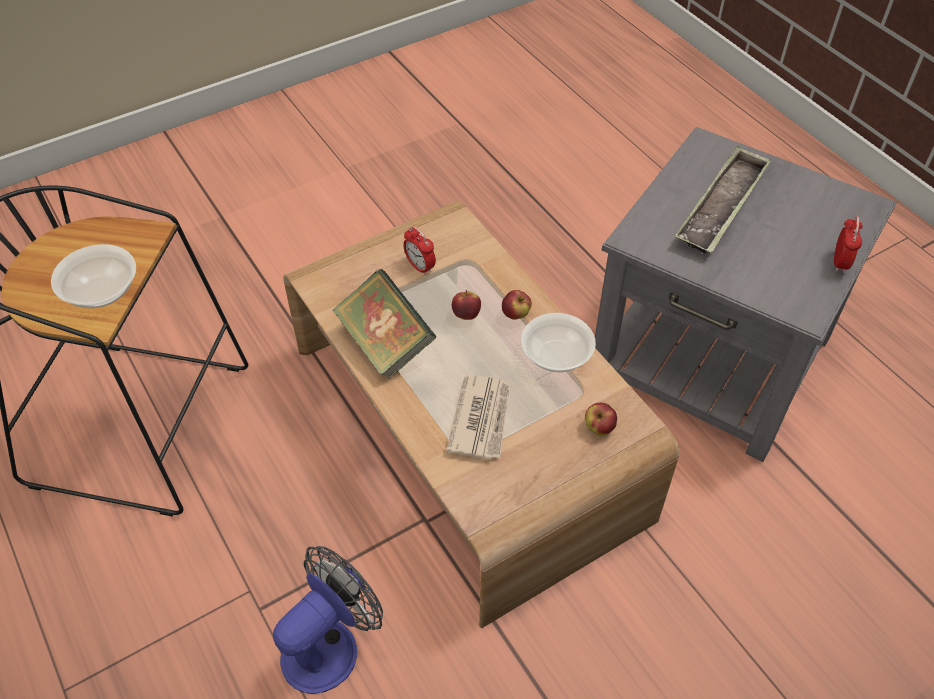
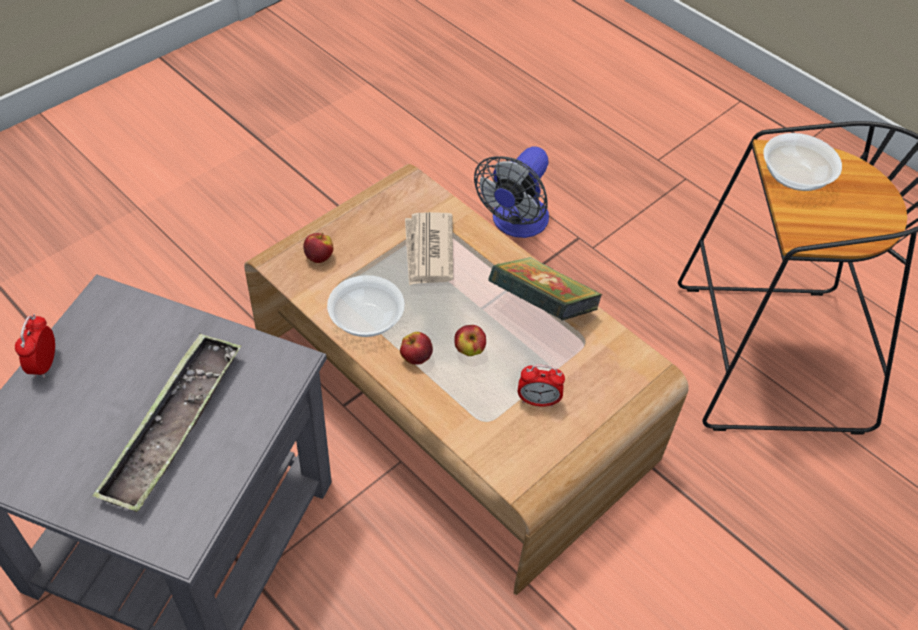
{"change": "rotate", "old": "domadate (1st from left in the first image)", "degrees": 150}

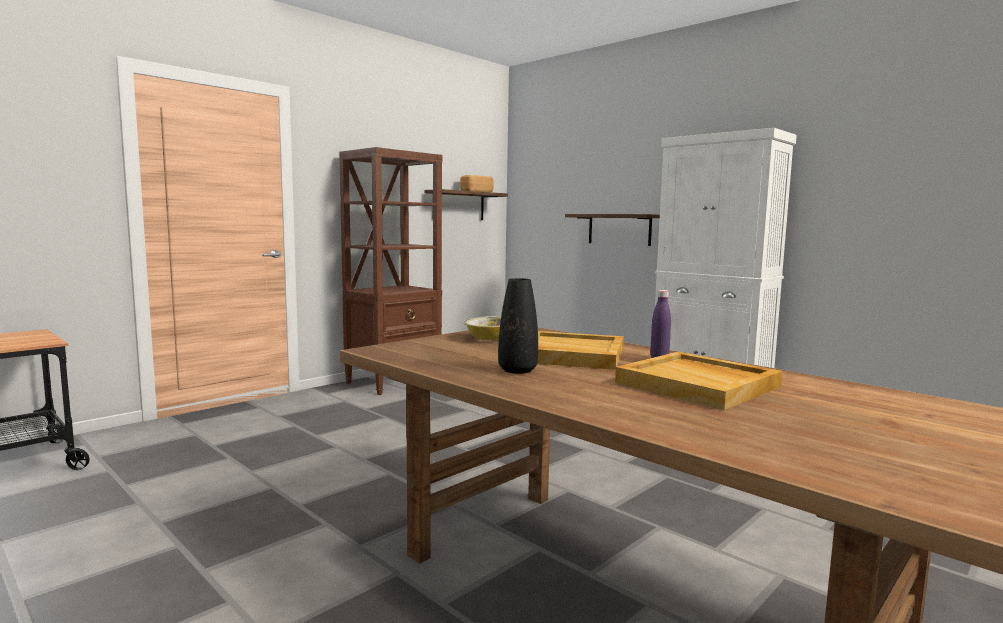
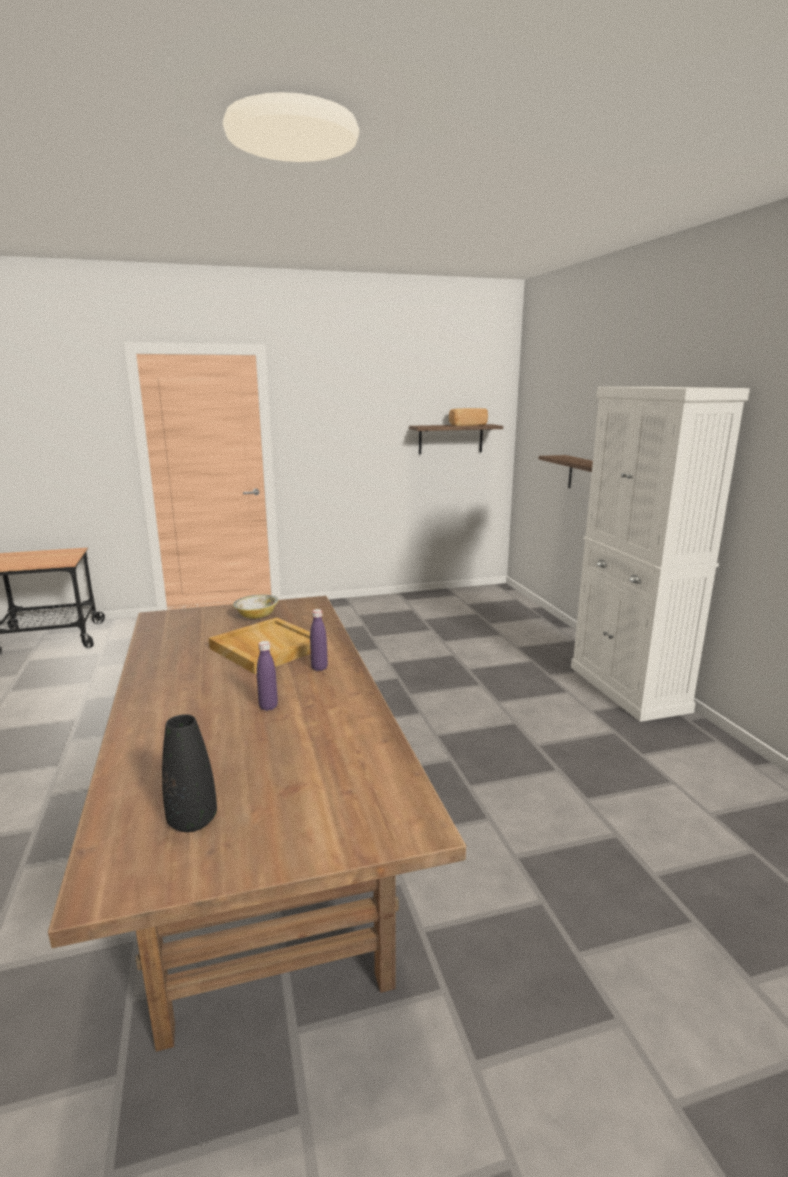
{"change": "move", "old": "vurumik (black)"}
{"change": "replace", "old": "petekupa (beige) (2nd from left)", "new": "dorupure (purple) (1st from left)"}
{"change": "delete", "old": "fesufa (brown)"}

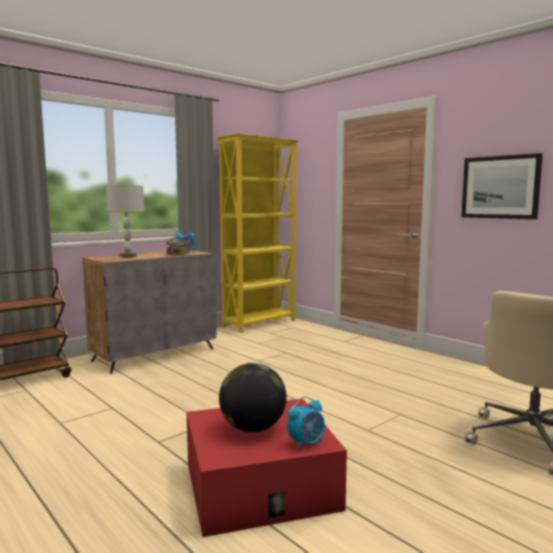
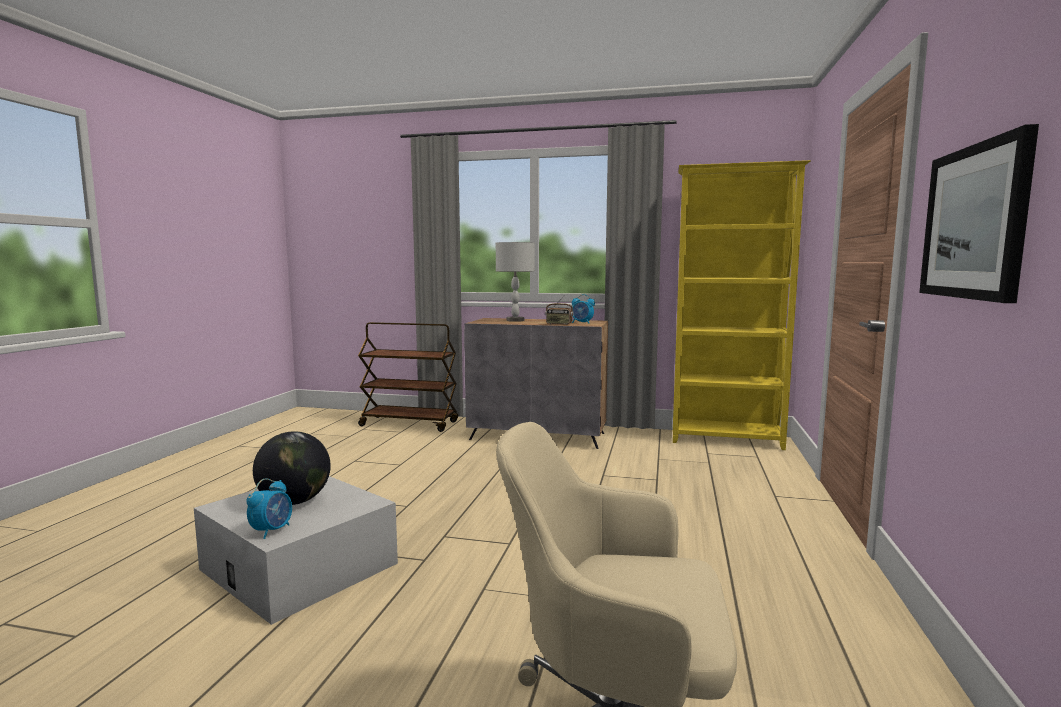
{"change": "recolor", "old": "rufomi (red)", "new": "rufomi (white)"}
{"change": "rotate", "old": "domadate (2nd from left in the first image)", "degrees": -90}

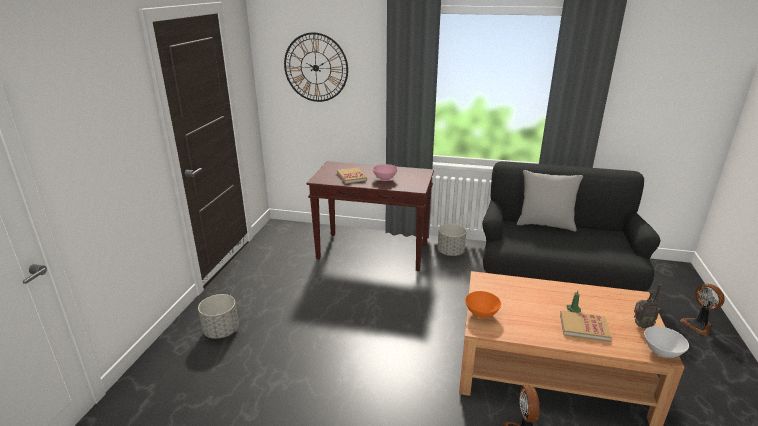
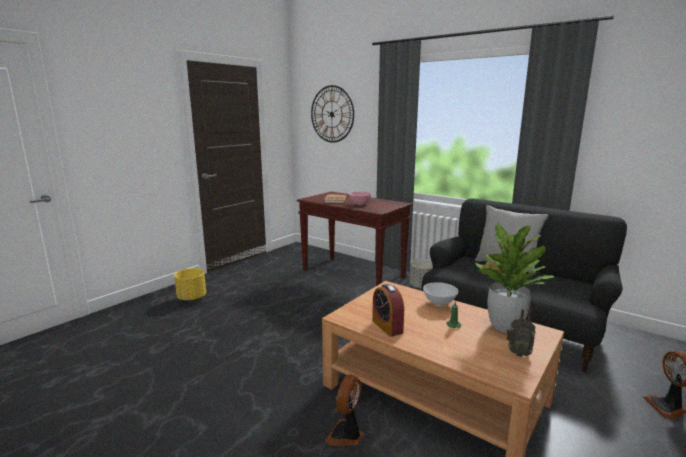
{"change": "recolor", "old": "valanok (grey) (1st from left)", "new": "valanok (yellow)"}
{"change": "insert", "new": "domadate"}
{"change": "move", "old": "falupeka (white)"}
{"change": "insert", "new": "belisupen"}
{"change": "delete", "old": "falupeka (orange)"}
{"change": "delete", "old": "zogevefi (2nd from left)"}

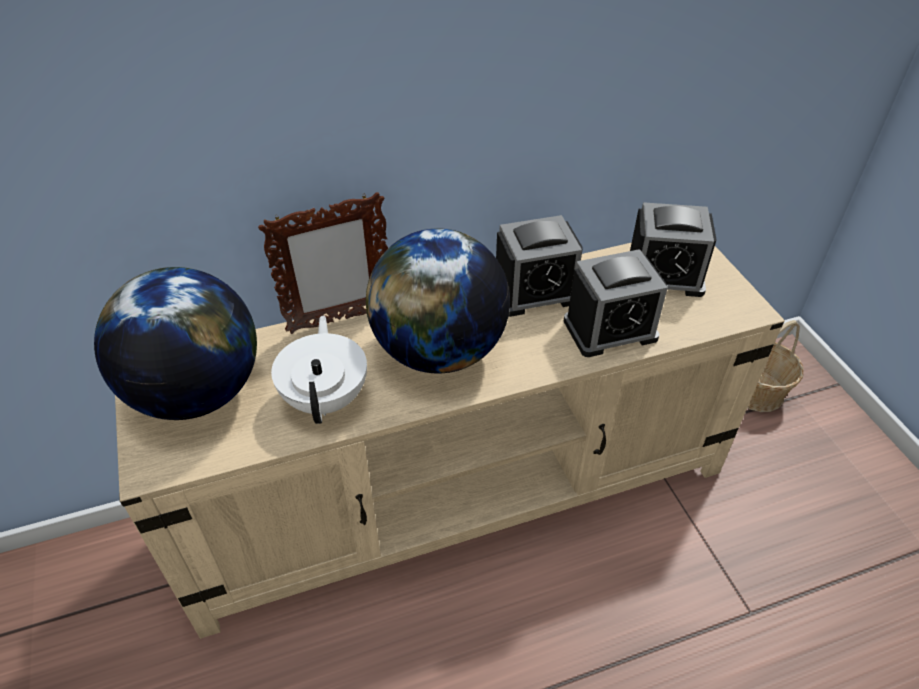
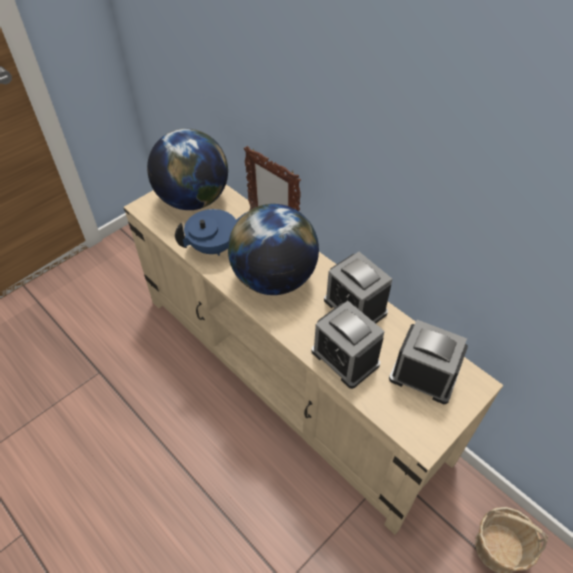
{"change": "recolor", "old": "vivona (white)", "new": "vivona (blue)"}
{"change": "rotate", "old": "domadate (3rd from left)", "degrees": 135}

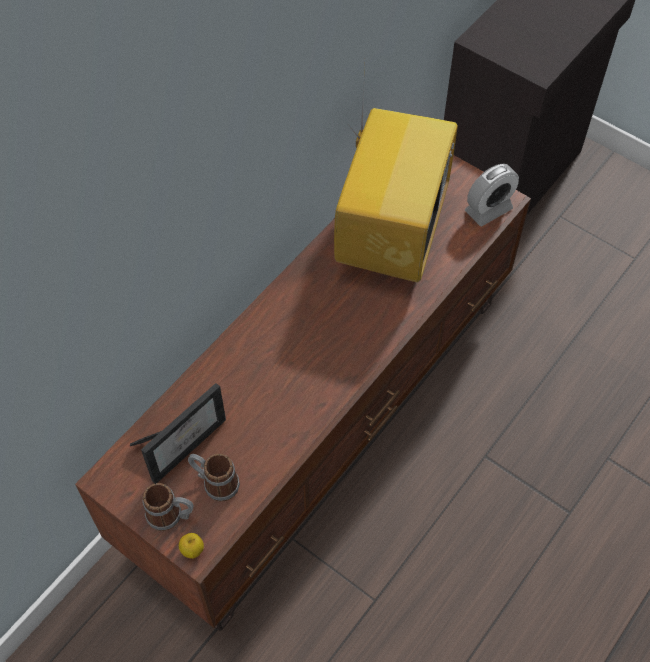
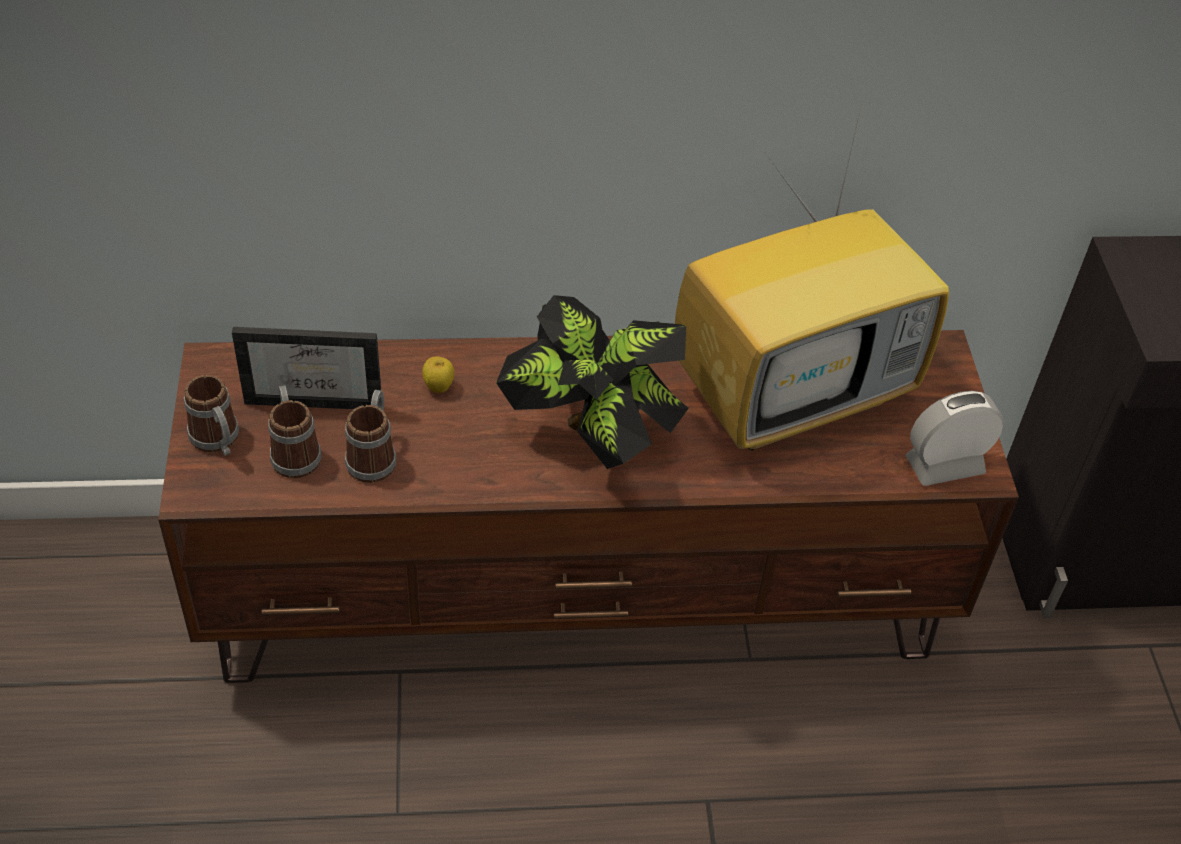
{"change": "insert", "new": "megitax (3rd from left)"}
{"change": "move", "old": "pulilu"}
{"change": "insert", "new": "belisupen"}
{"change": "rotate", "old": "domadate", "degrees": 150}

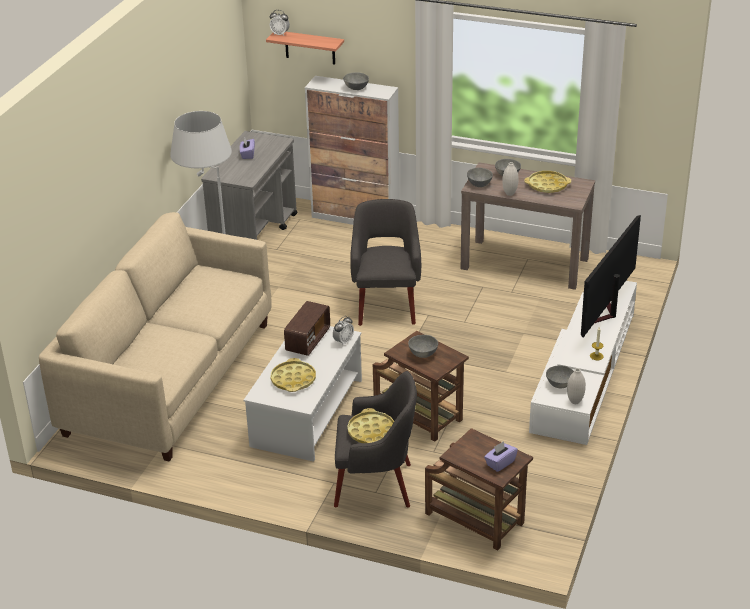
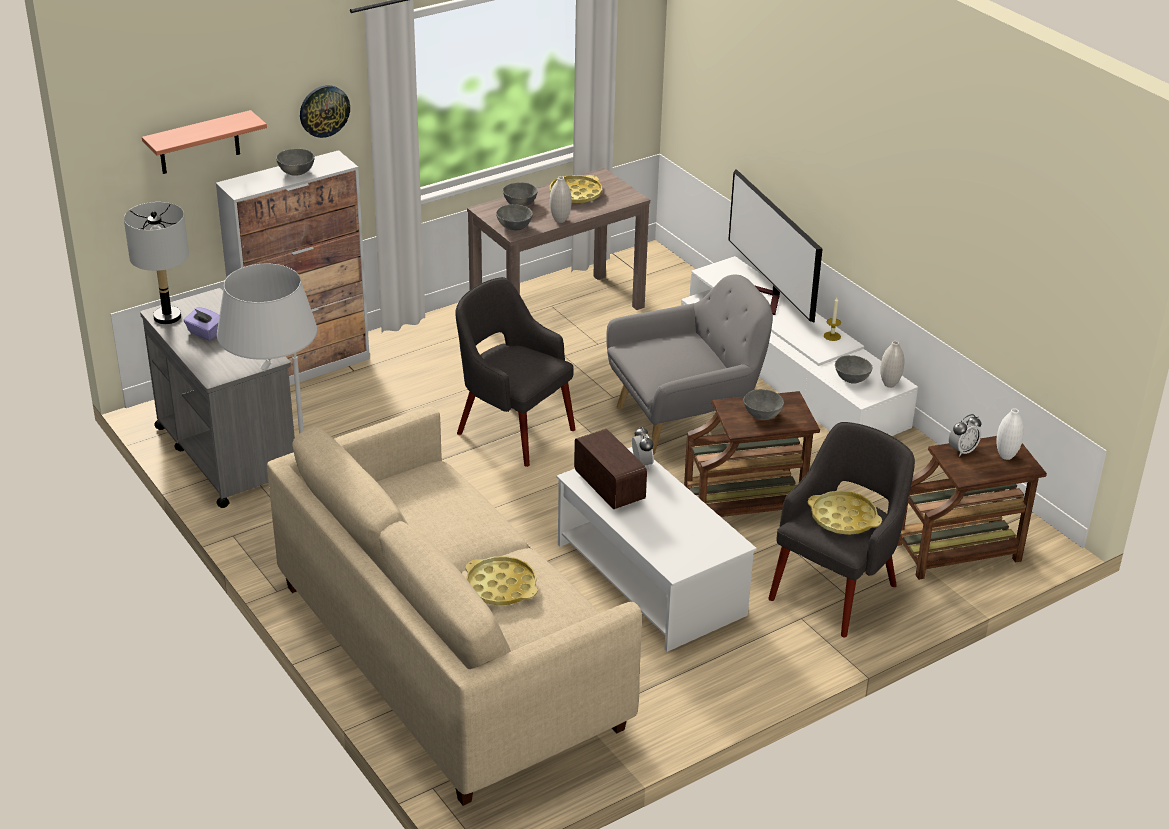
{"change": "insert", "new": "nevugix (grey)"}
{"change": "insert", "new": "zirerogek"}
{"change": "move", "old": "petekupa (yellow) (1st from left)"}
{"change": "insert", "new": "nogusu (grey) (2nd from left)"}
{"change": "move", "old": "domadate (1st from left in the first image)", "new": "domadate (2nd from left)"}
{"change": "replace", "old": "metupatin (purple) (2nd from left)", "new": "vurumik (white) (3rd from left)"}

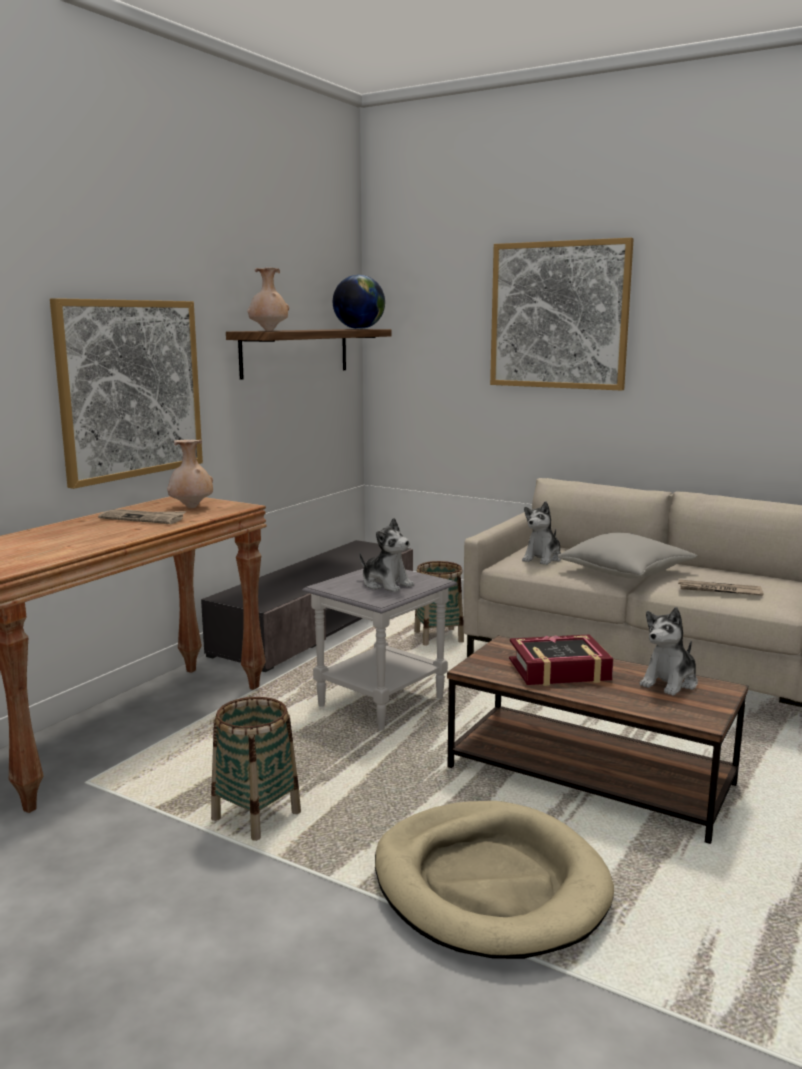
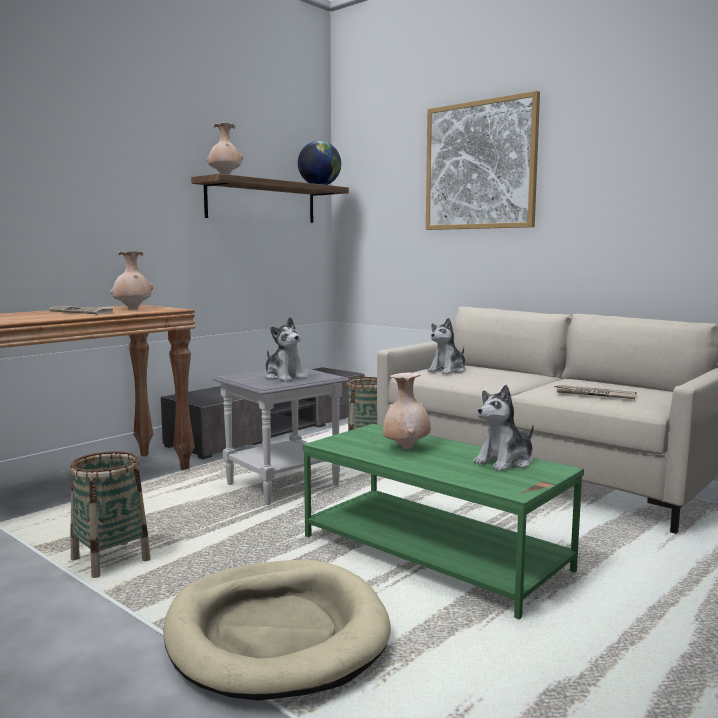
{"change": "recolor", "old": "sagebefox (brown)", "new": "sagebefox (green)"}
{"change": "replace", "old": "zogevefi", "new": "vurumik (beige) (3rd from left)"}
{"change": "delete", "old": "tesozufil (1st from left)"}
{"change": "delete", "old": "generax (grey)"}

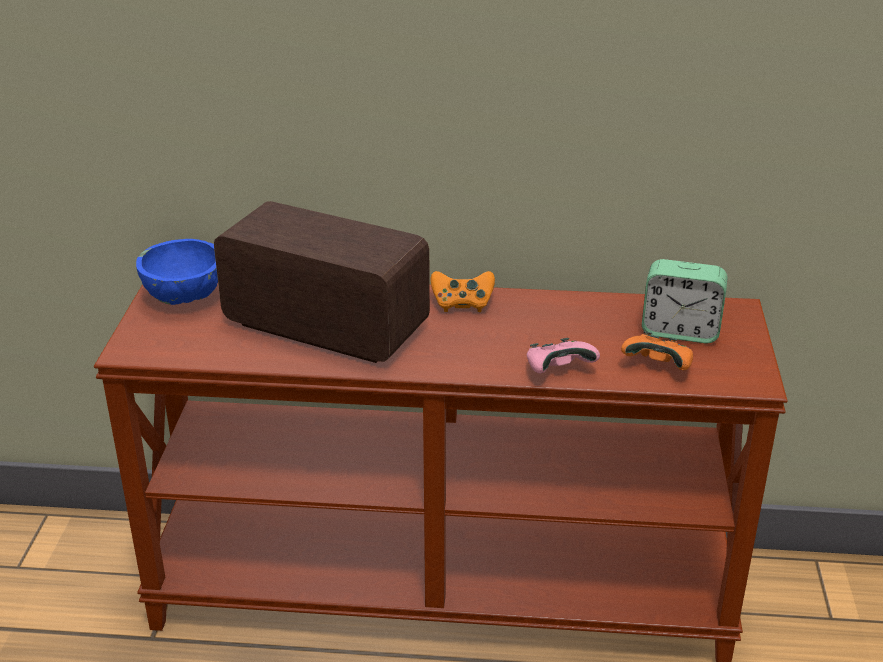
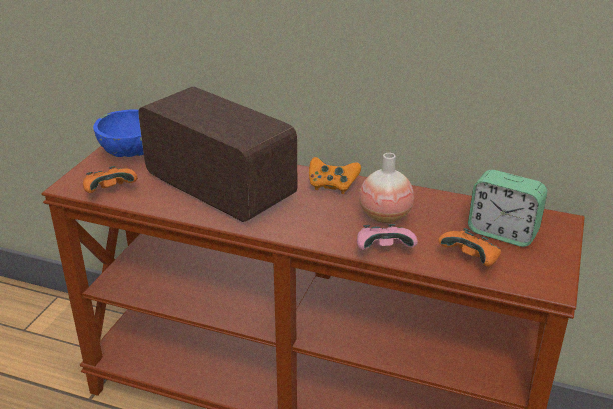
{"change": "insert", "new": "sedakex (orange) (1st from left)"}
{"change": "insert", "new": "vurumik"}

